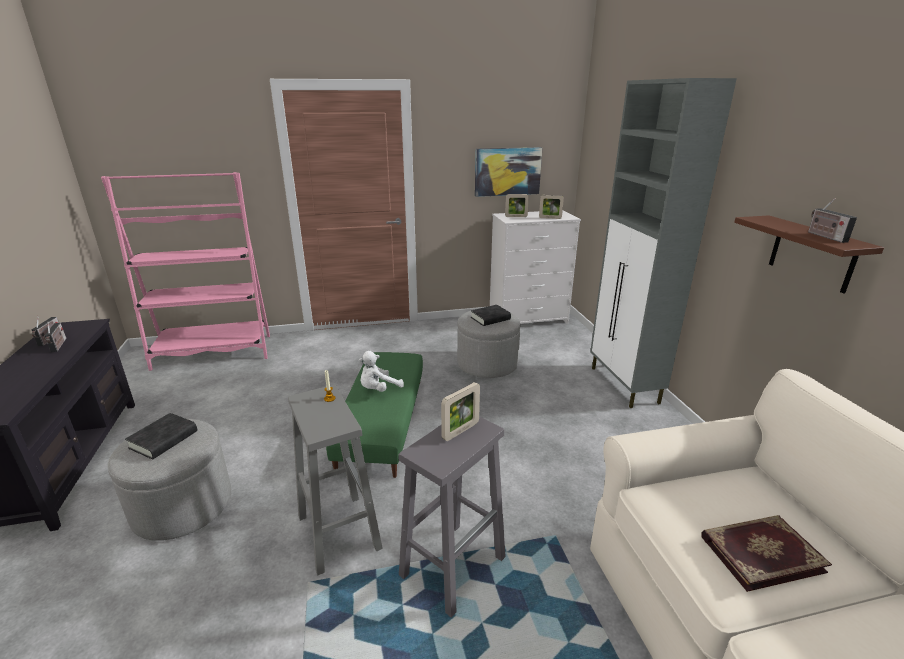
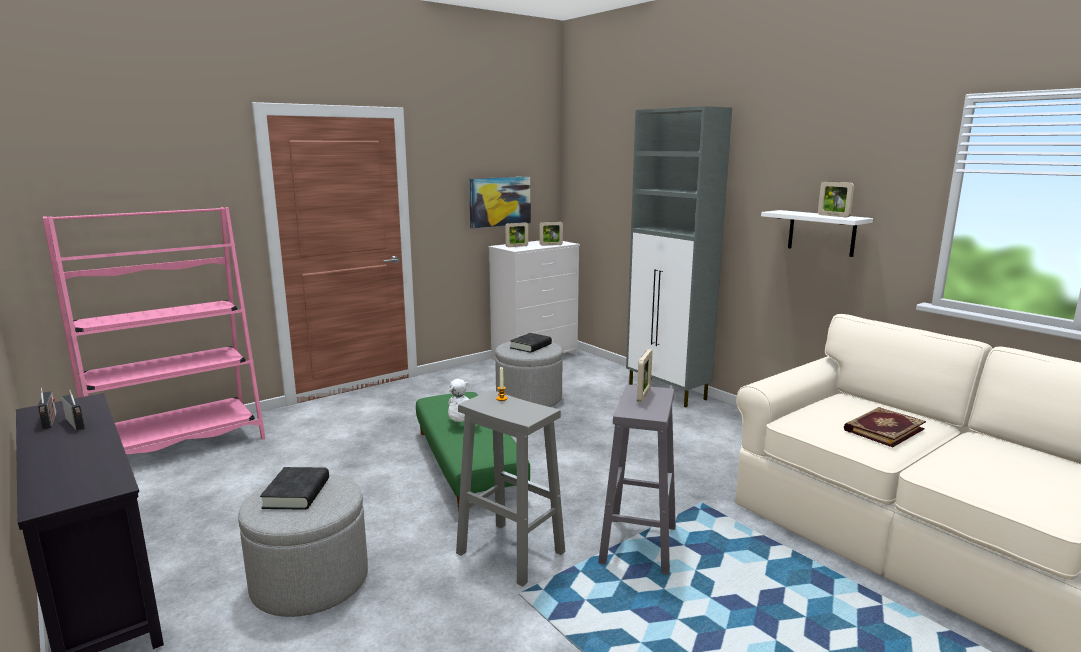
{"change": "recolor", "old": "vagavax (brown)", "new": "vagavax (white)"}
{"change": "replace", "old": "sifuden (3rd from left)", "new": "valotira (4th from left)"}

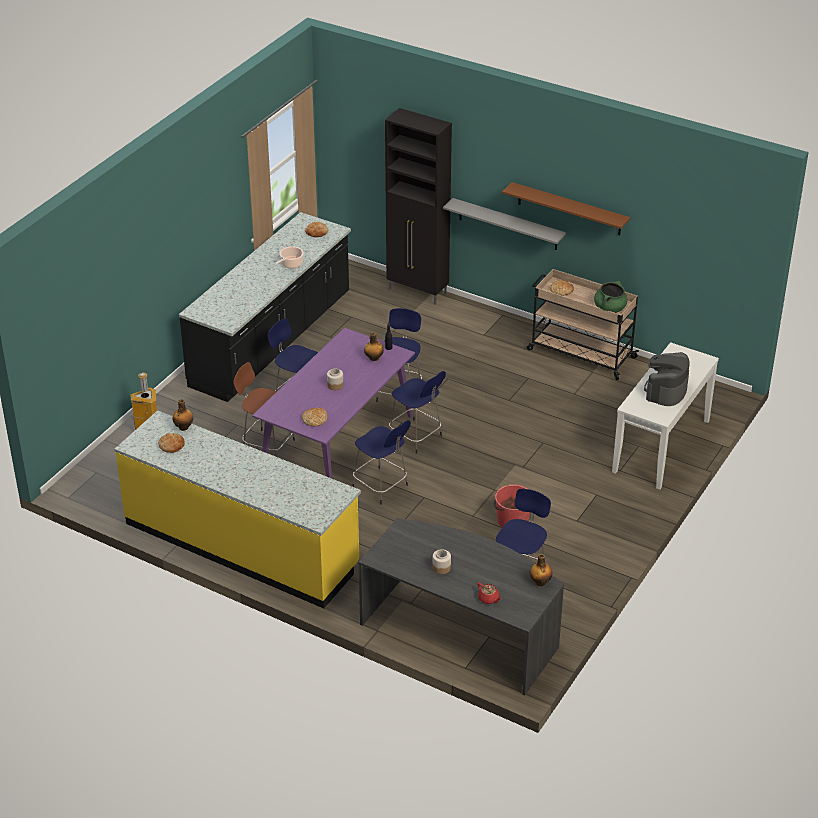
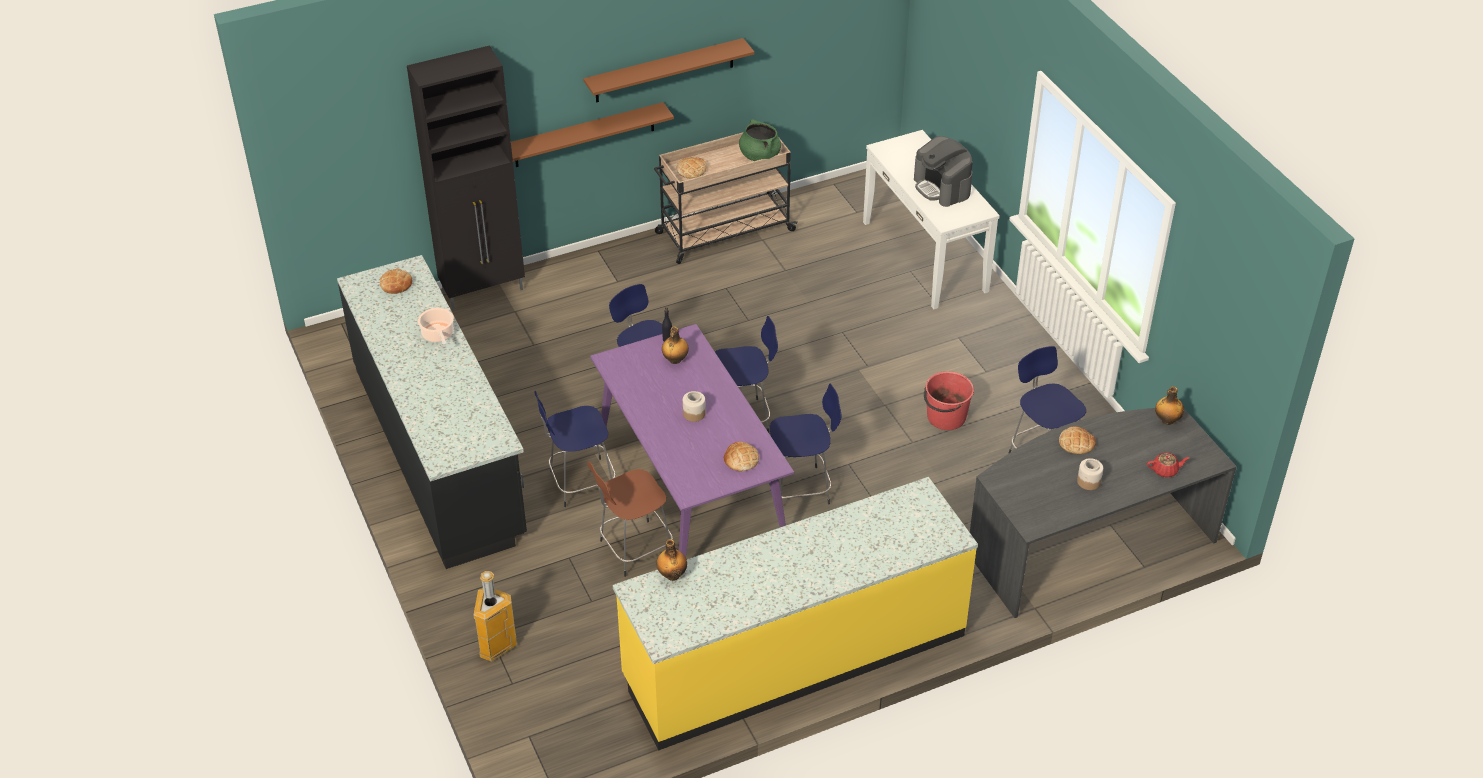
{"change": "recolor", "old": "vagavax (grey)", "new": "vagavax (brown) (1st from left)"}
{"change": "move", "old": "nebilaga (1st from left in the first image)", "new": "nebilaga (4th from left)"}

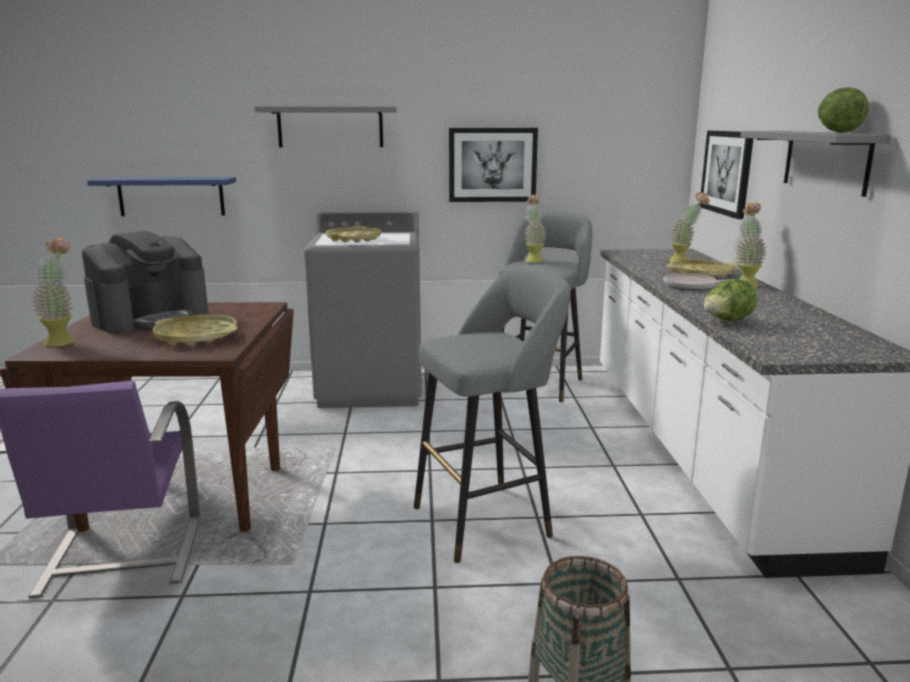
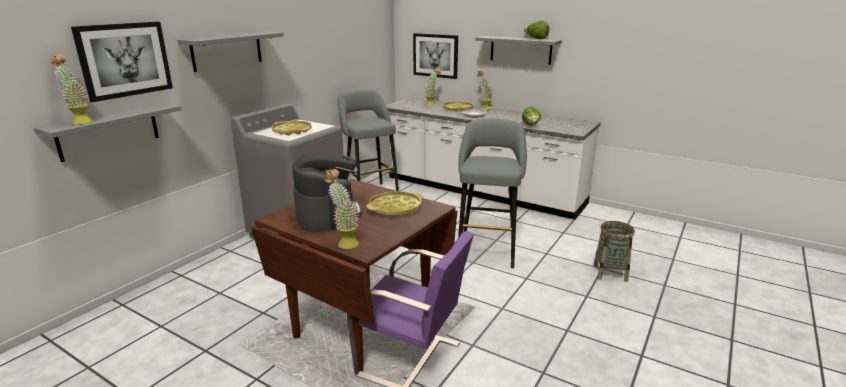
{"change": "recolor", "old": "vagavax (blue)", "new": "vagavax (grey) (1st from left)"}
{"change": "move", "old": "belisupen (2nd from left in the first image)", "new": "belisupen (1st from left)"}
{"change": "move", "old": "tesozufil (1st from left)"}

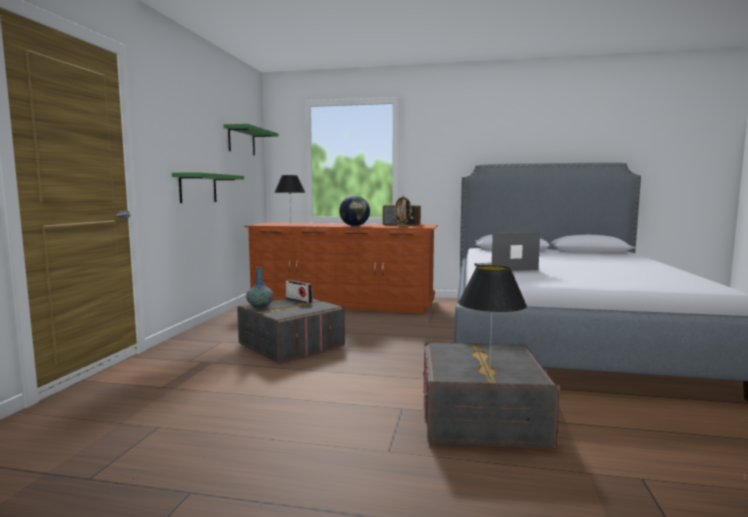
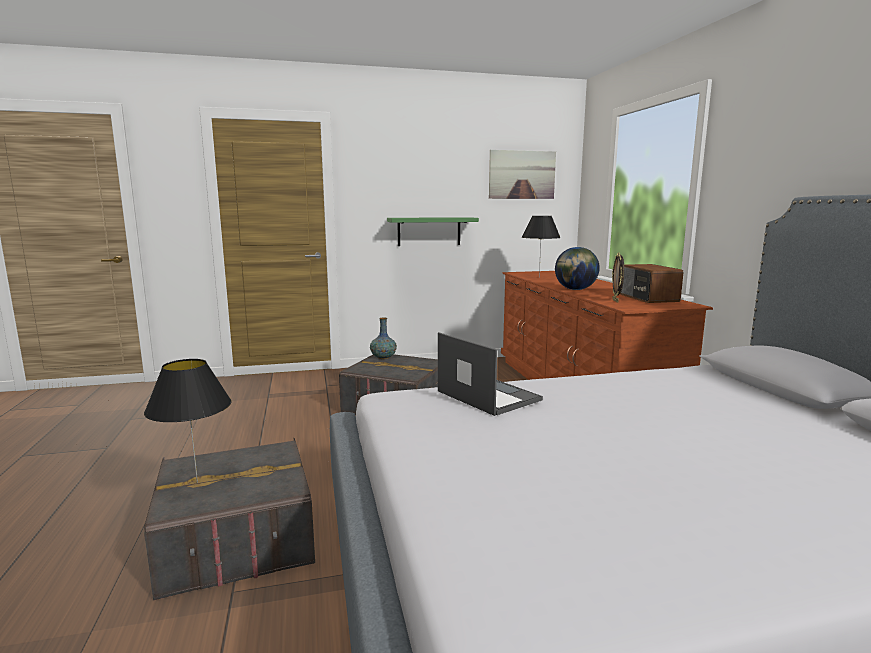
{"change": "replace", "old": "vagavax (green) (2nd from left)", "new": "tesozufil"}
{"change": "delete", "old": "sifuden (1st from left)"}

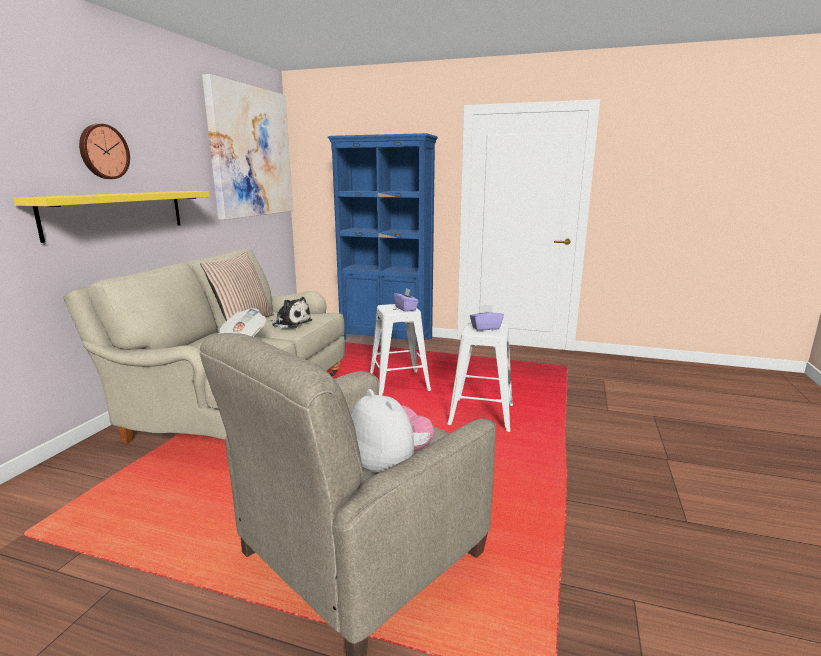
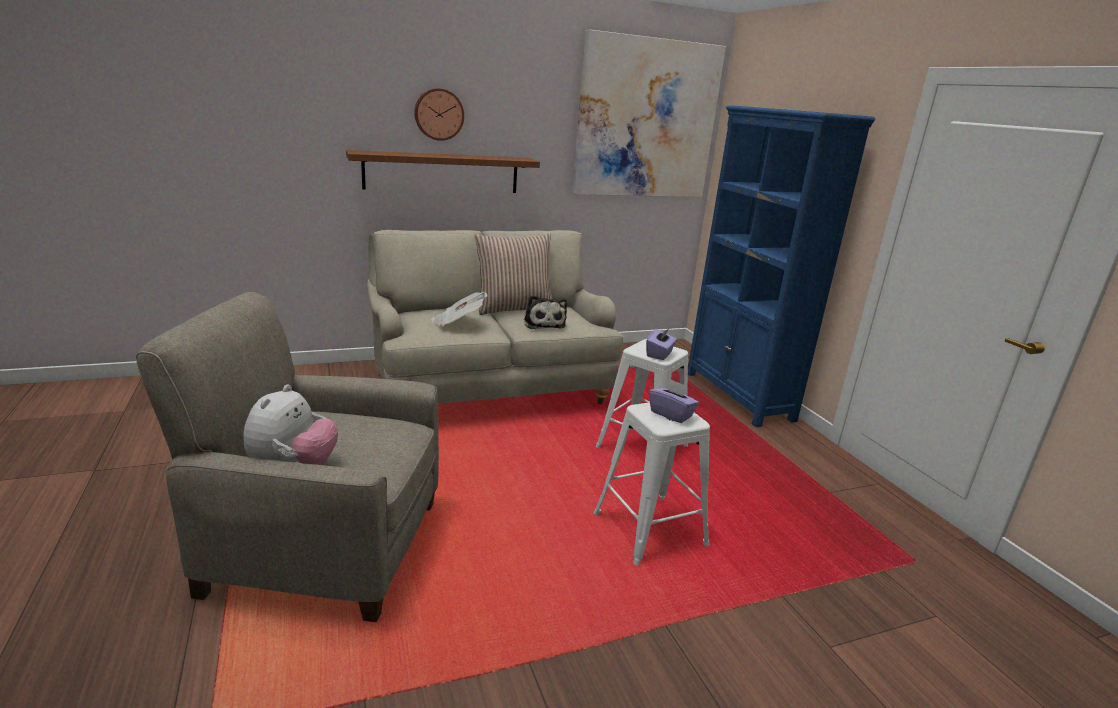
{"change": "recolor", "old": "vagavax (yellow)", "new": "vagavax (brown)"}

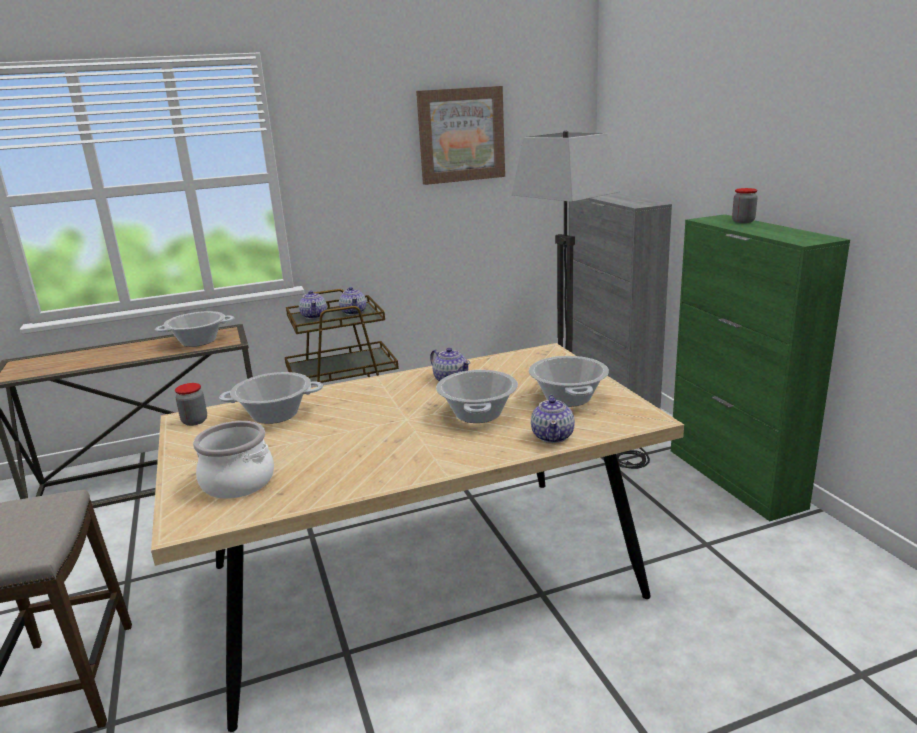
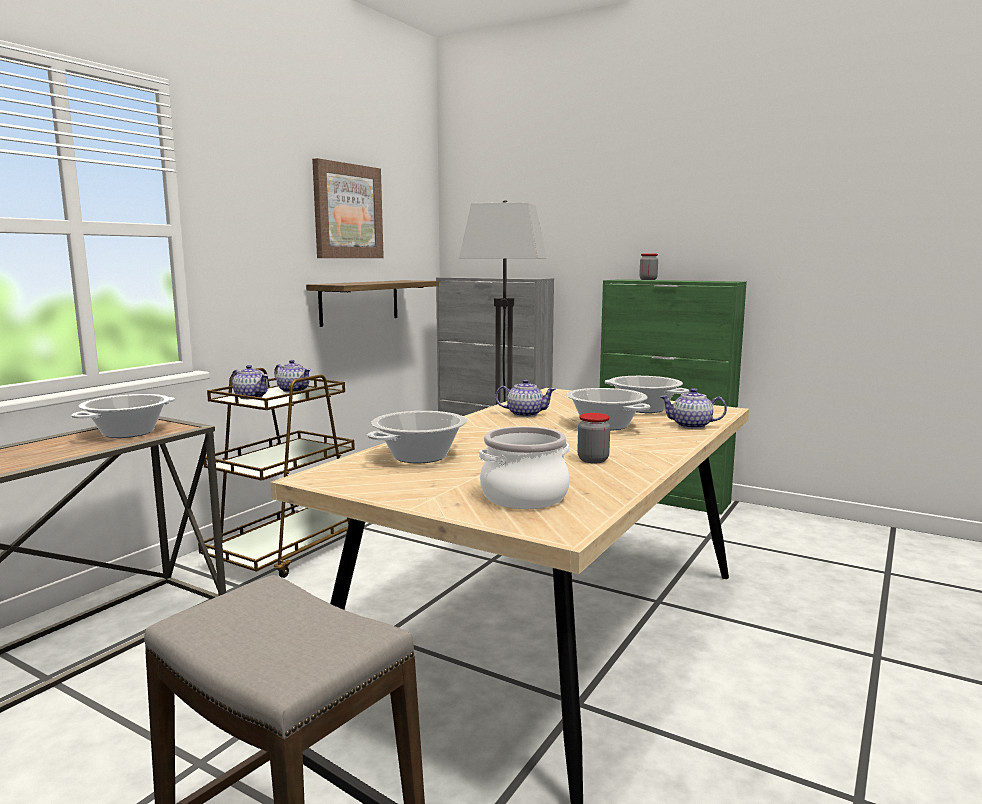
{"change": "insert", "new": "vagavax"}
{"change": "move", "old": "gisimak (1st from left)"}
{"change": "rotate", "old": "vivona (4th from left)", "degrees": 135}

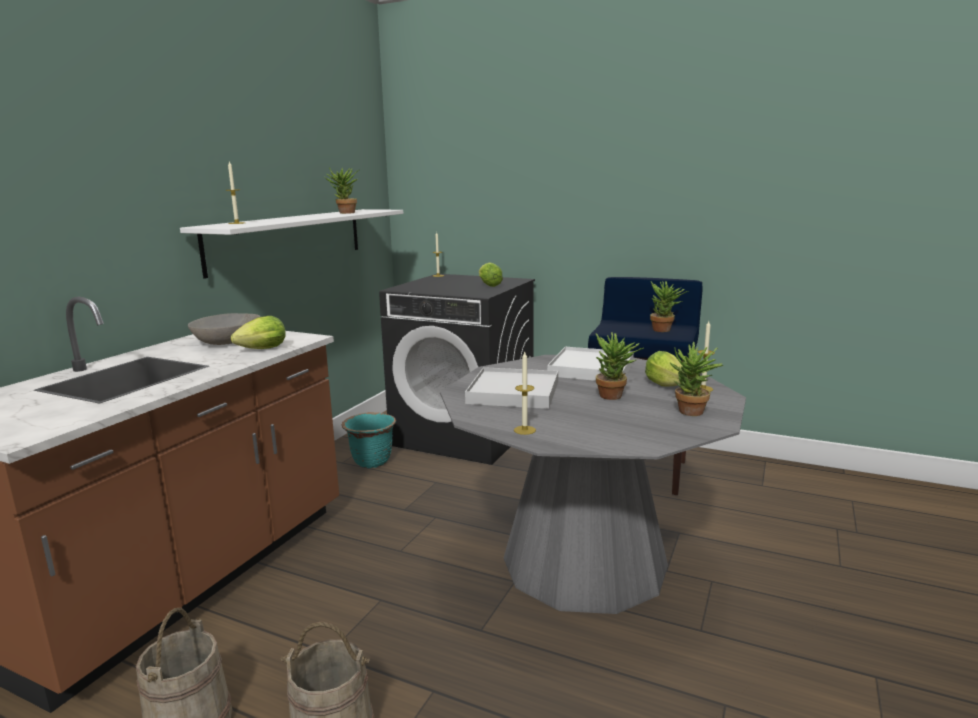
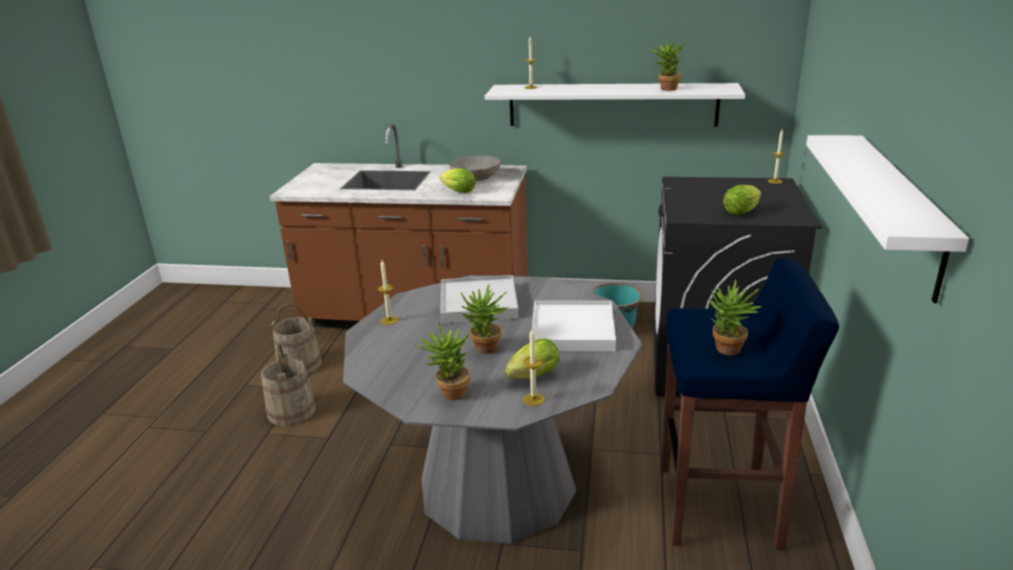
{"change": "insert", "new": "vagavax (white) (2nd from left)"}

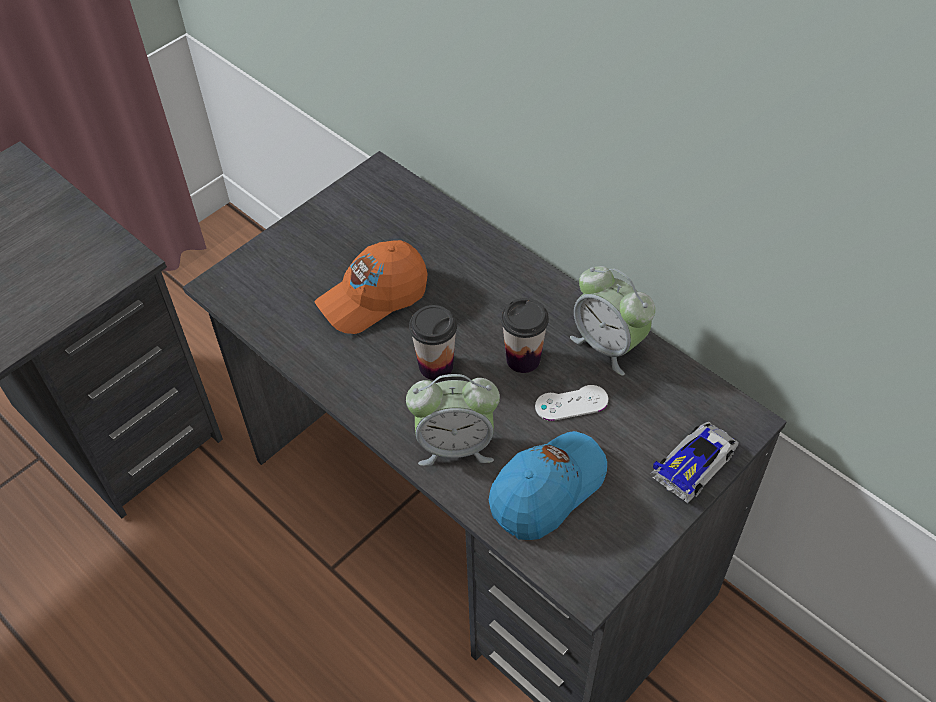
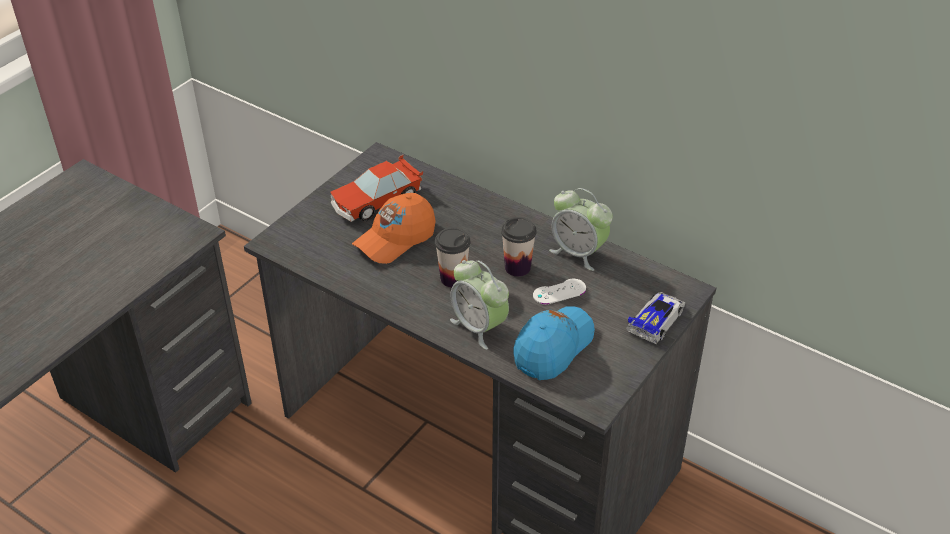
{"change": "insert", "new": "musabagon (1st from left)"}
{"change": "rotate", "old": "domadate (1st from left)", "degrees": 60}

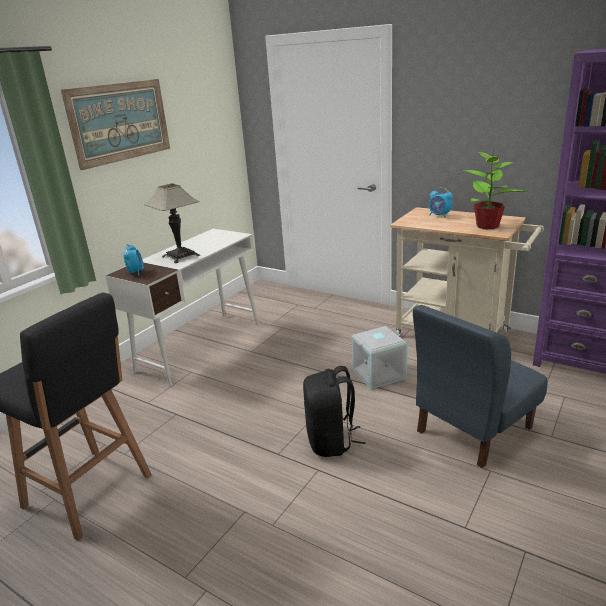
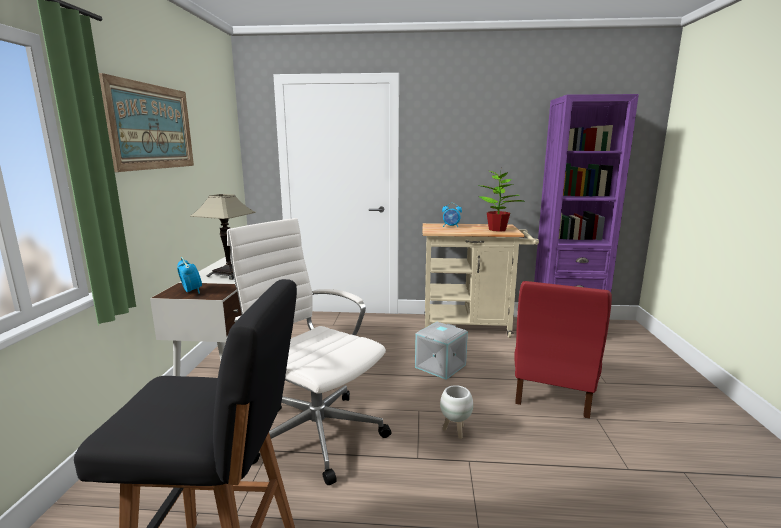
{"change": "insert", "new": "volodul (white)"}
{"change": "replace", "old": "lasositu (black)", "new": "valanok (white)"}
{"change": "recolor", "old": "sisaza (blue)", "new": "sisaza (red)"}

